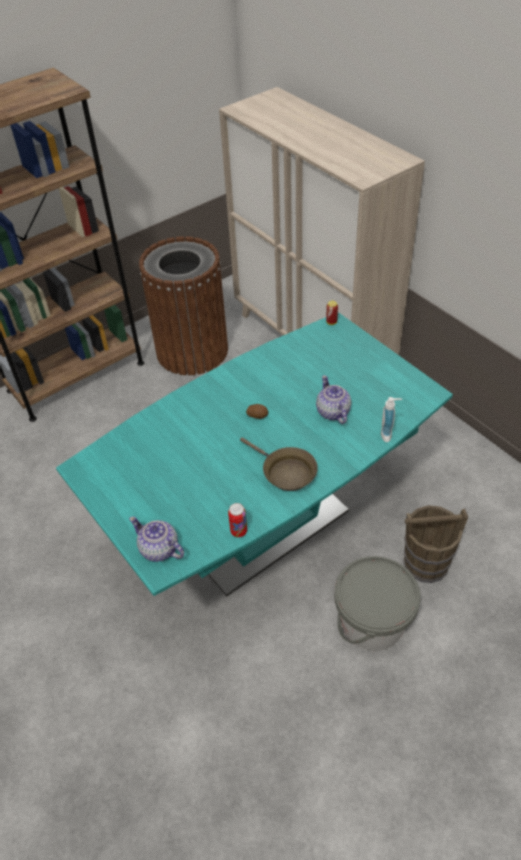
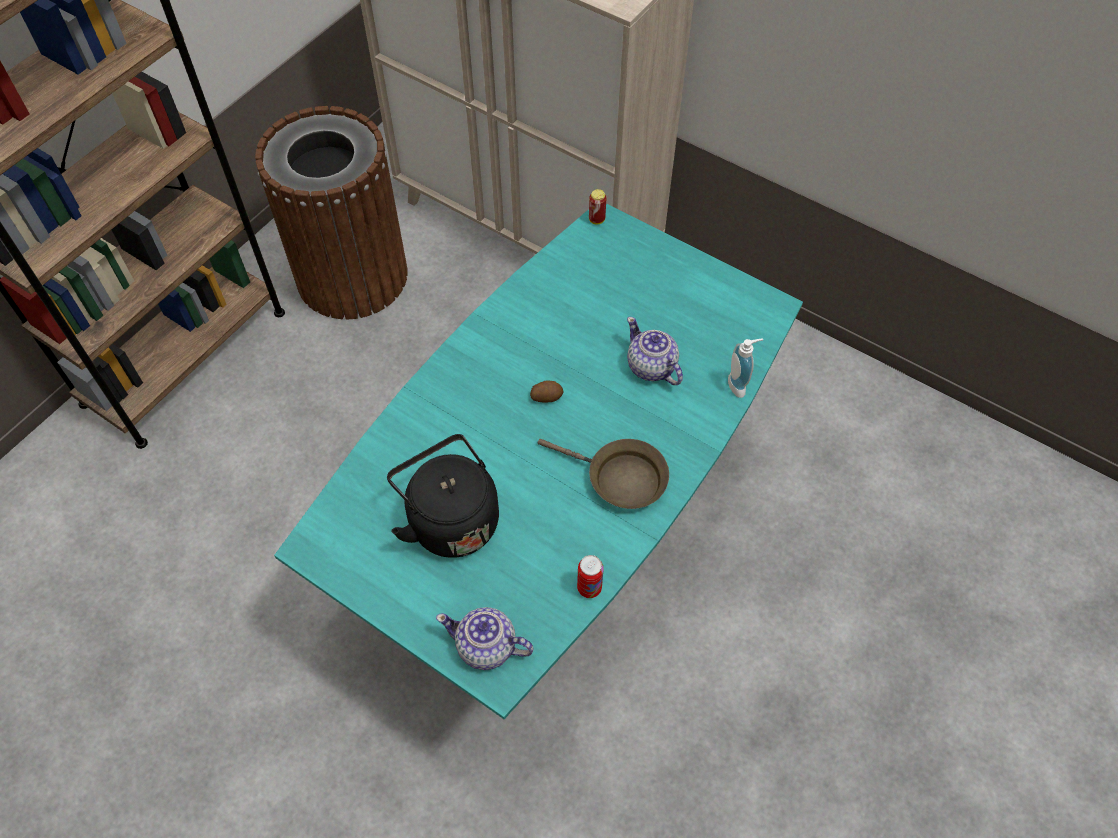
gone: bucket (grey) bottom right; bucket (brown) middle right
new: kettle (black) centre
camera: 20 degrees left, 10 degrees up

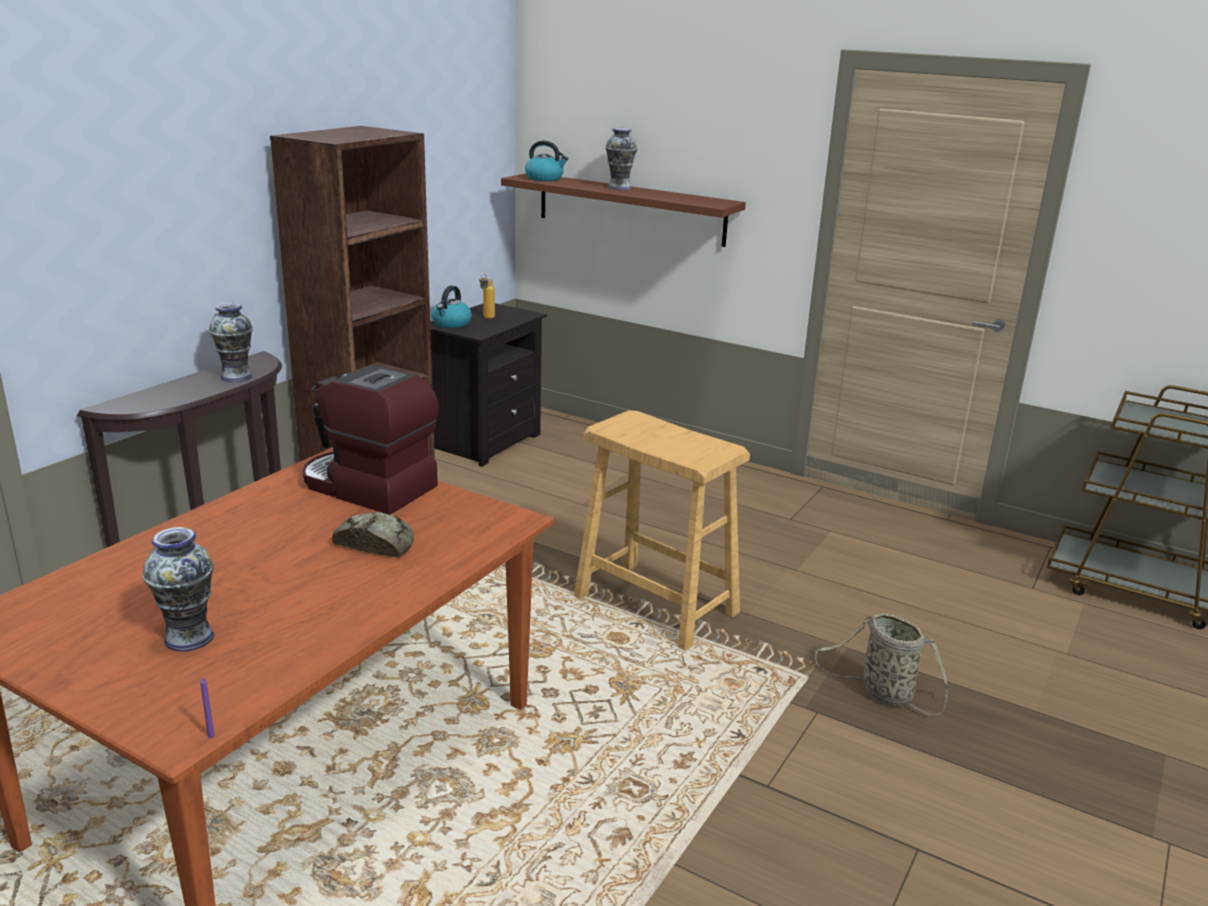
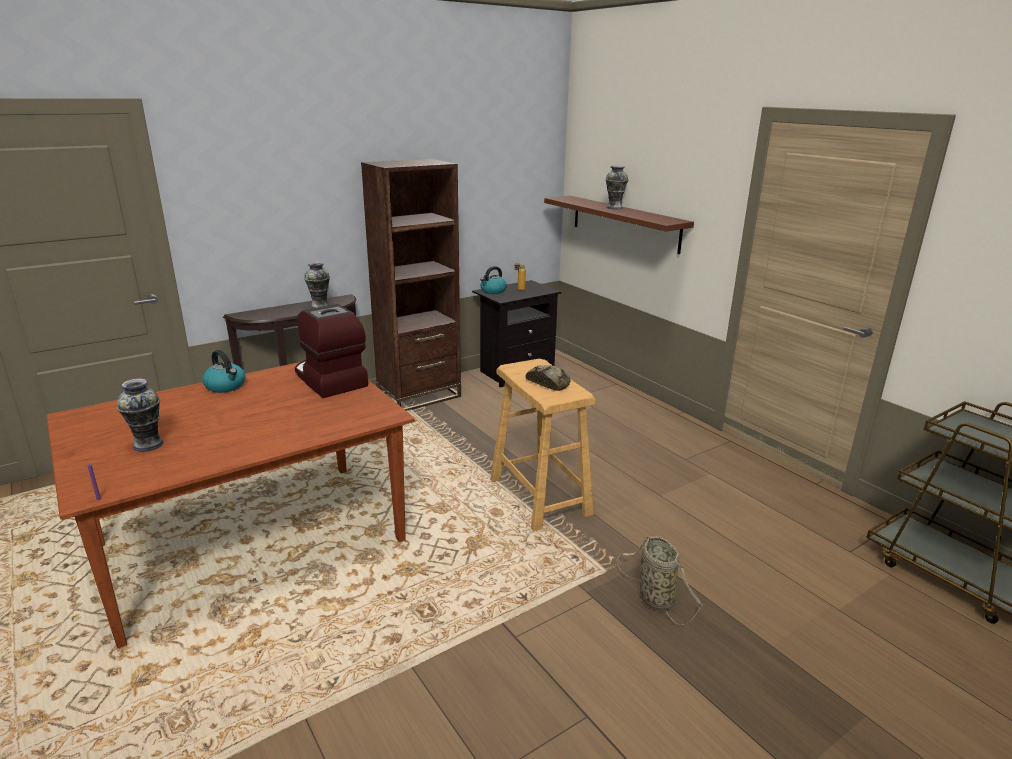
shifted: bread middle left to centre; kettle (no. 2 from left in the first image) top centre to kettle (no. 1 from left) middle left
camera: 25 degrees right, 0 degrees up

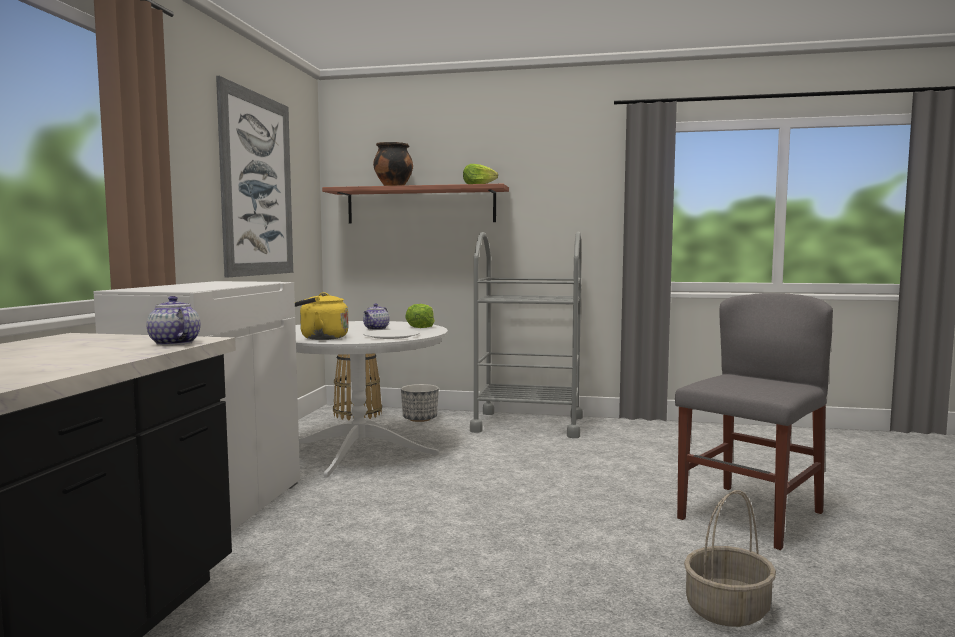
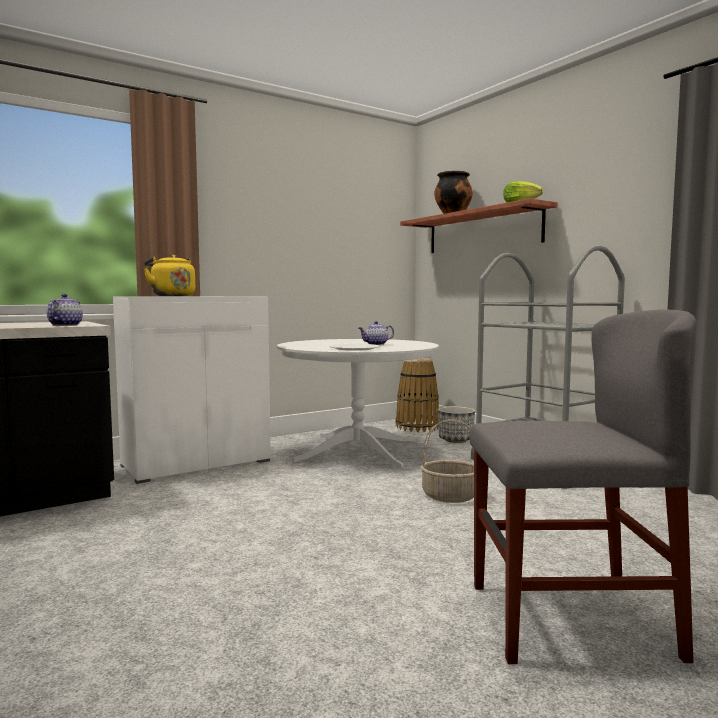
gone: picture top left; lettuce (no. 1 from left) centre
shifted: kettle (yellow) centre to middle left; basket (no. 2 from left) bottom right to centre
camera: 45 degrees right, 0 degrees up

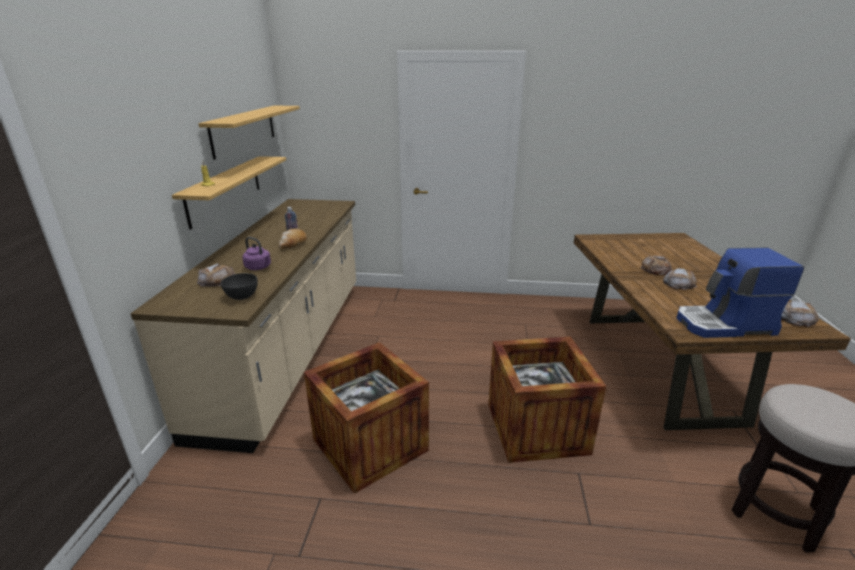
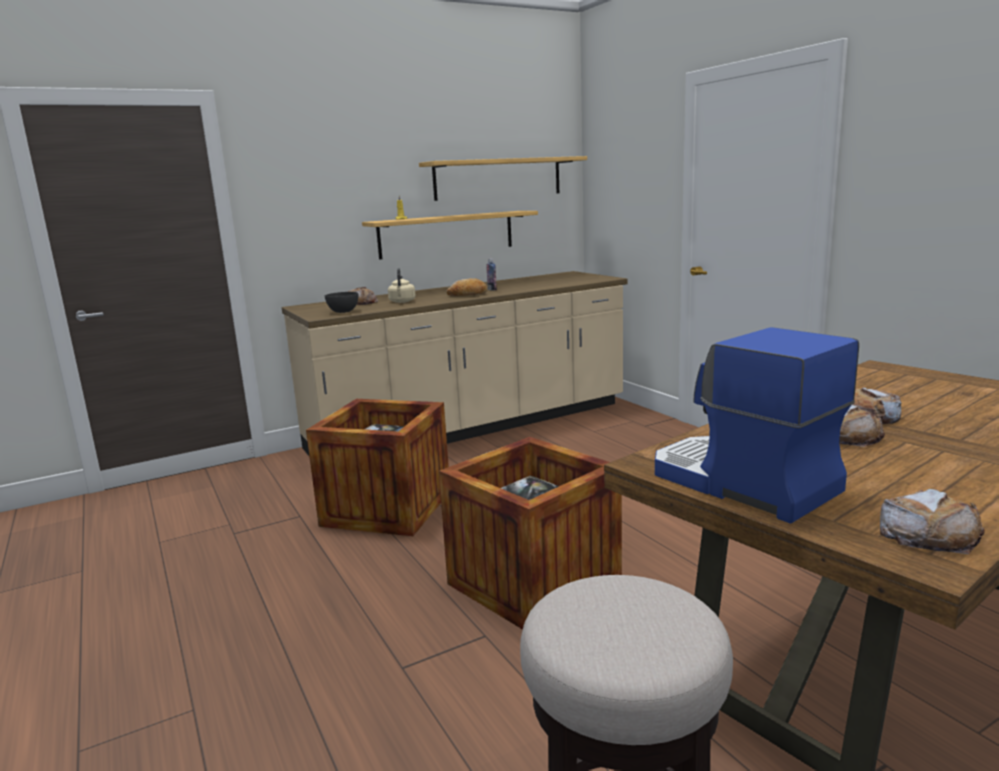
repainted: kettle (purple) middle left to kettle (beige) centre
camera: 55 degrees right, 10 degrees down

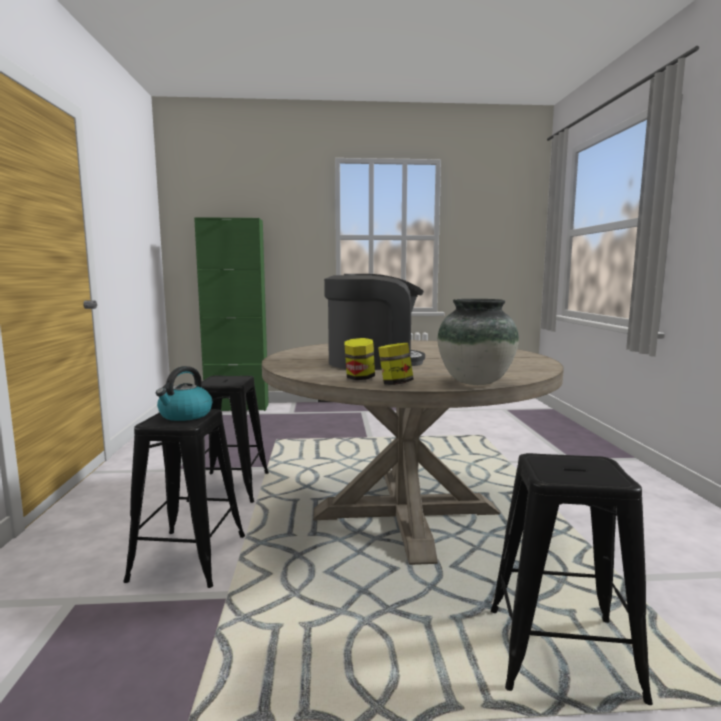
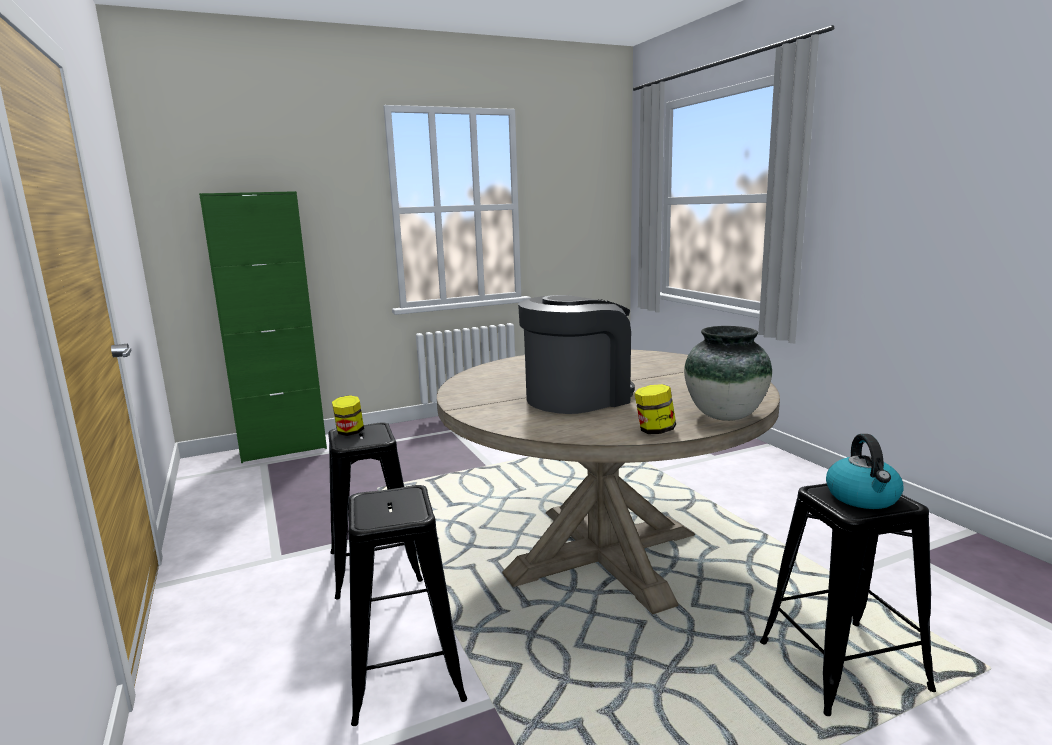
shifted: kettle middle left to middle right; jar (no. 1 from left) centre to middle left
camera: 20 degrees left, 5 degrees up

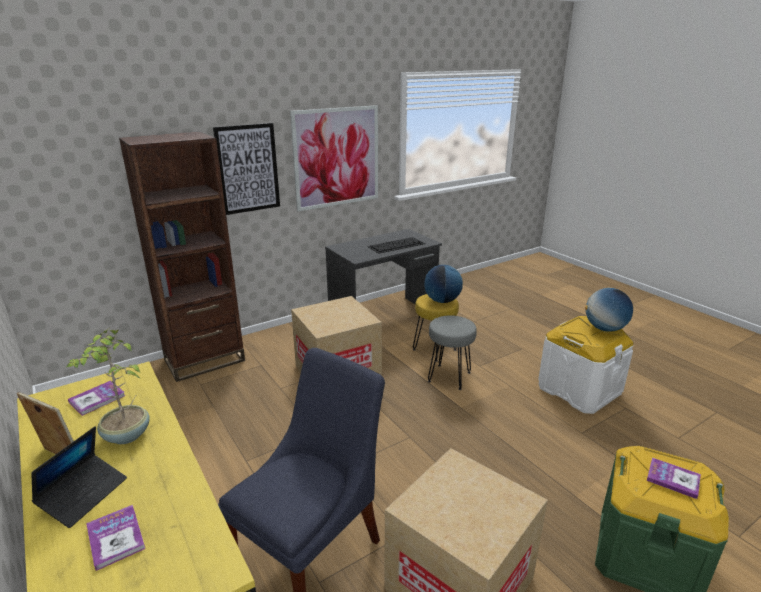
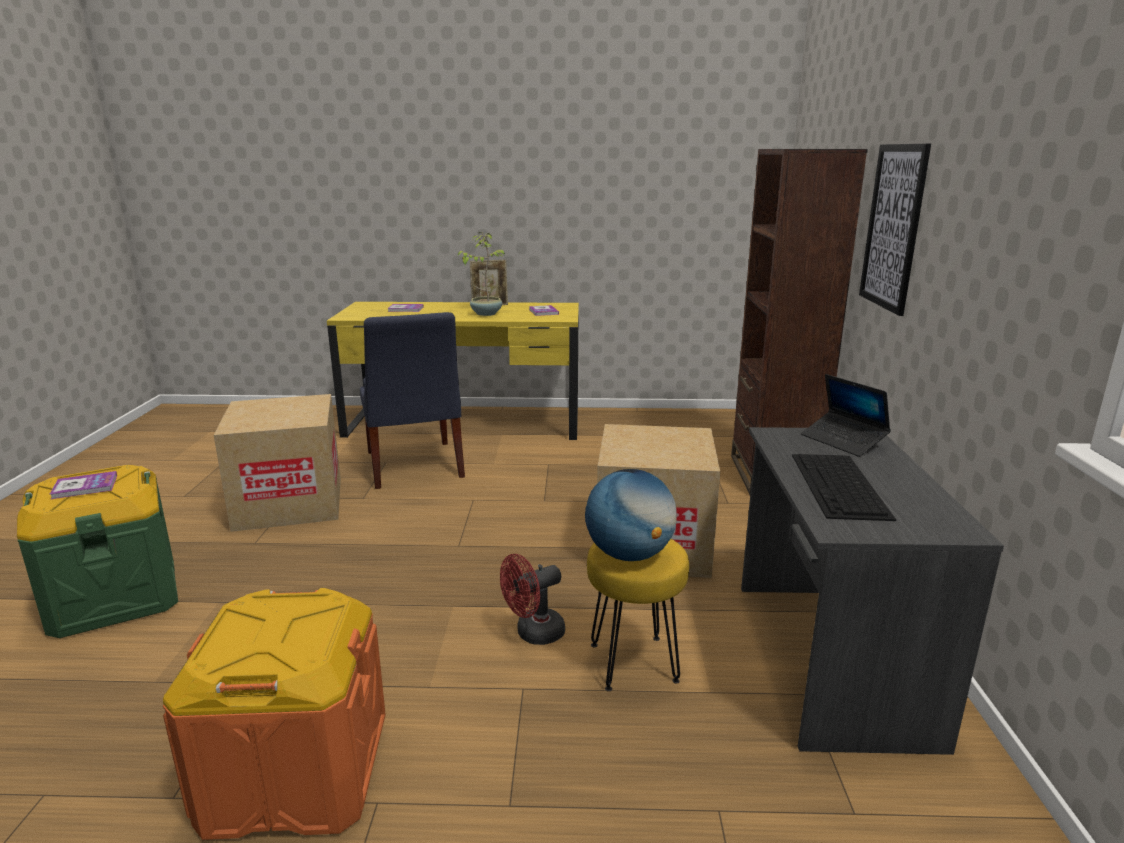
gone: picture (no. 2 from left) top centre; globe (no. 2 from left) middle right
shifted: laptop bottom left to middle right
swapped: stool (grey) centre to fan (red) bottom centre
repainted: storage box (white) middle right to storage box (orange) bottom left
camera: 125 degrees right, 5 degrees down

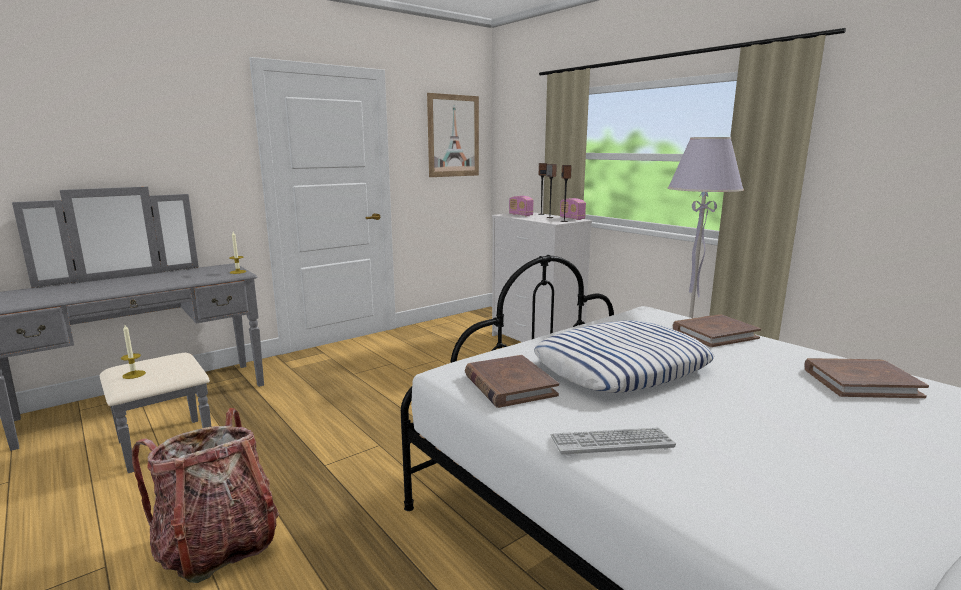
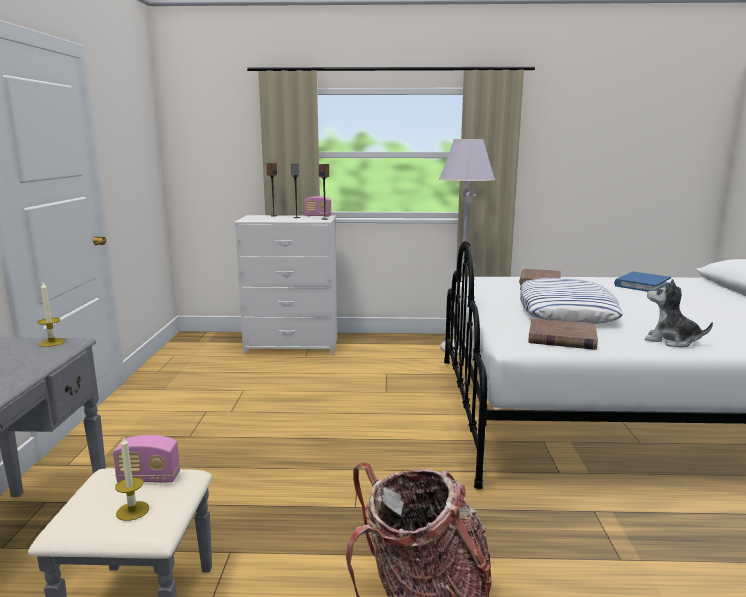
gone: picture top centre
shifted: radio (no. 1 from left) centre to bottom left
swapped: keyboard bottom centre to plush toy middle right
repainted: book (brown) (no. 3 from left) middle right to book (blue) middle right
camera: 50 degrees left, 0 degrees up

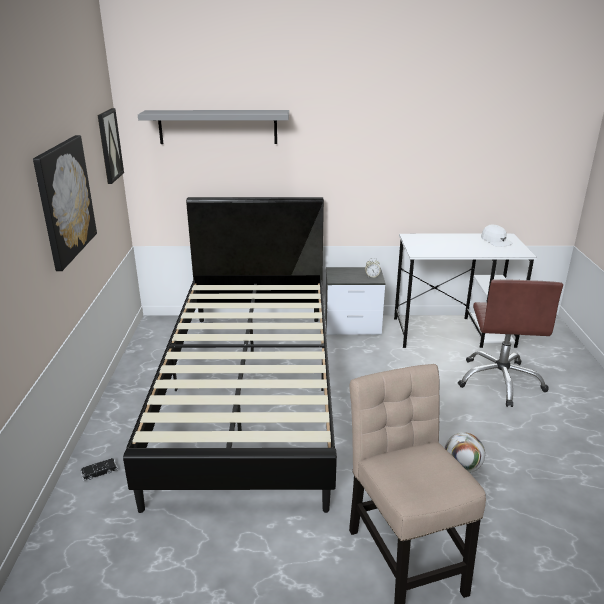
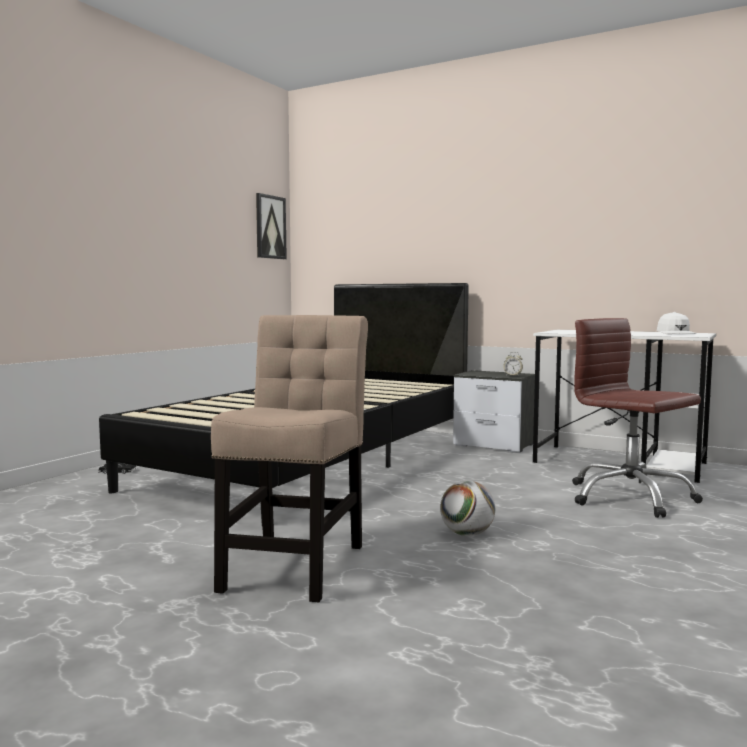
gone: picture (no. 1 from left) middle left; shelf (grey) top centre
rotated: office chair (brown) middle right = middle right 105 degrees clockwise
camera: 30 degrees right, 20 degrees down

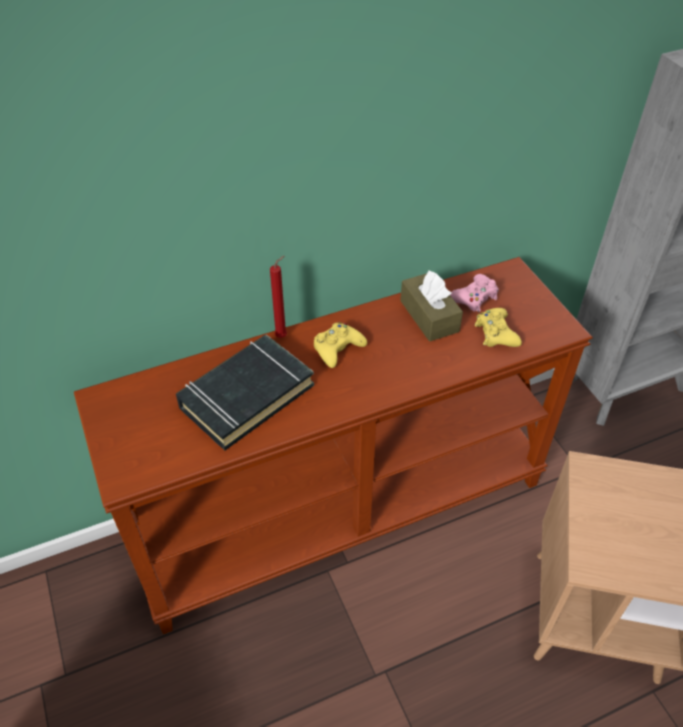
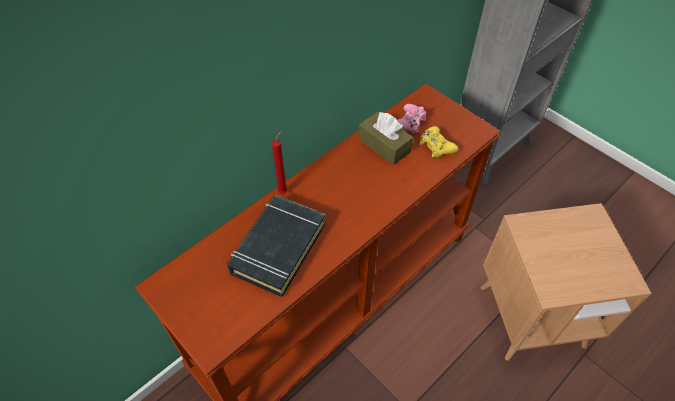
gone: game controller (yellow) (no. 1 from left) centre
camera: 20 degrees left, 5 degrees up

